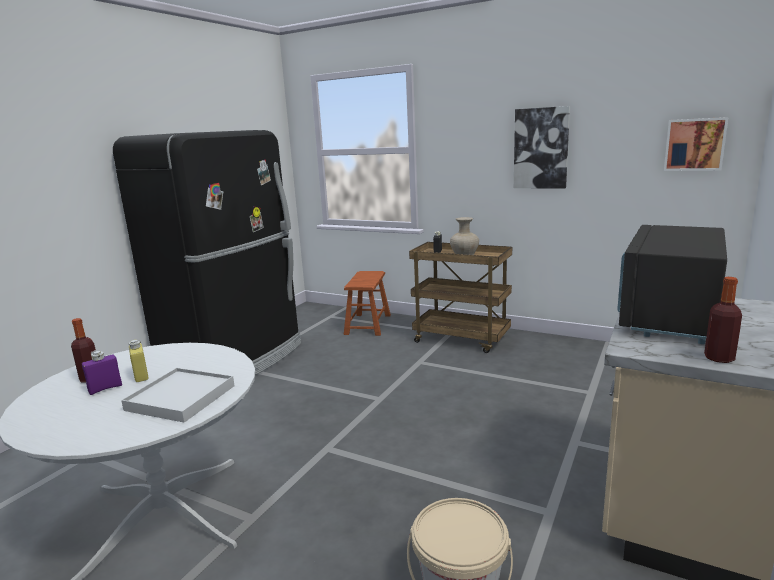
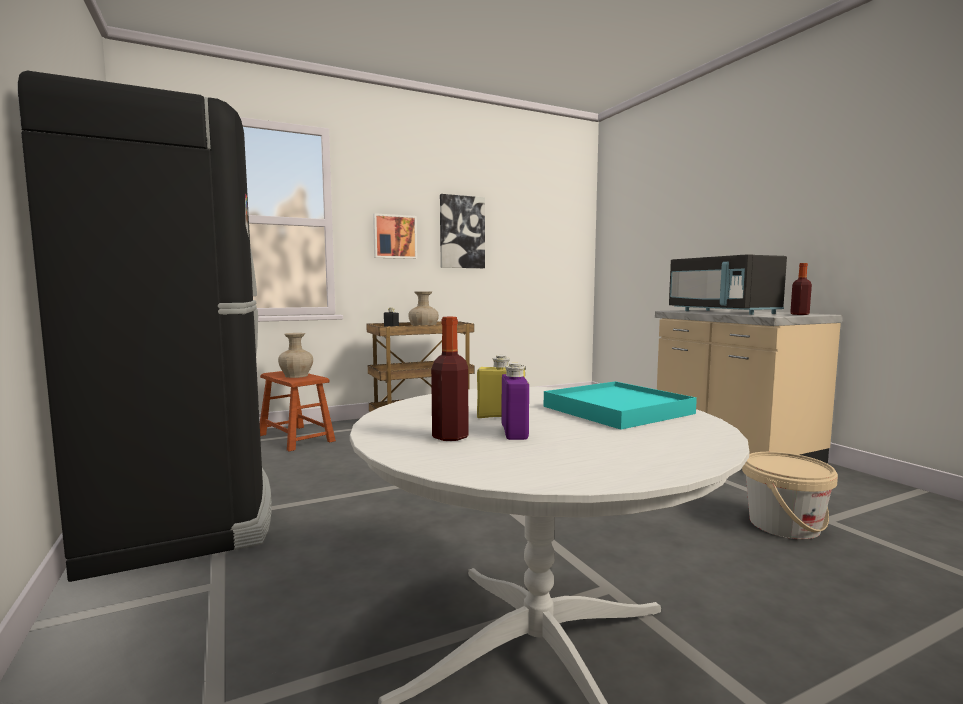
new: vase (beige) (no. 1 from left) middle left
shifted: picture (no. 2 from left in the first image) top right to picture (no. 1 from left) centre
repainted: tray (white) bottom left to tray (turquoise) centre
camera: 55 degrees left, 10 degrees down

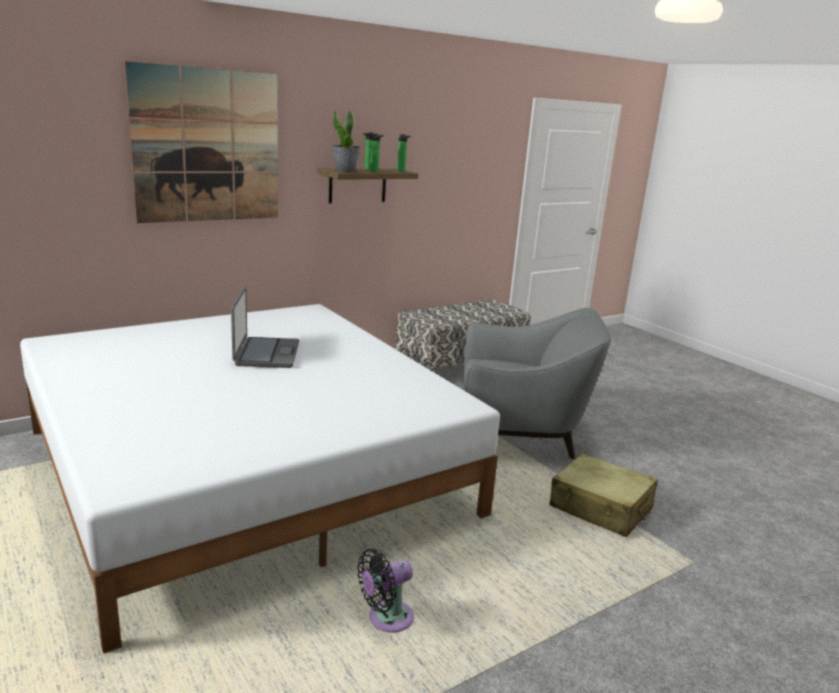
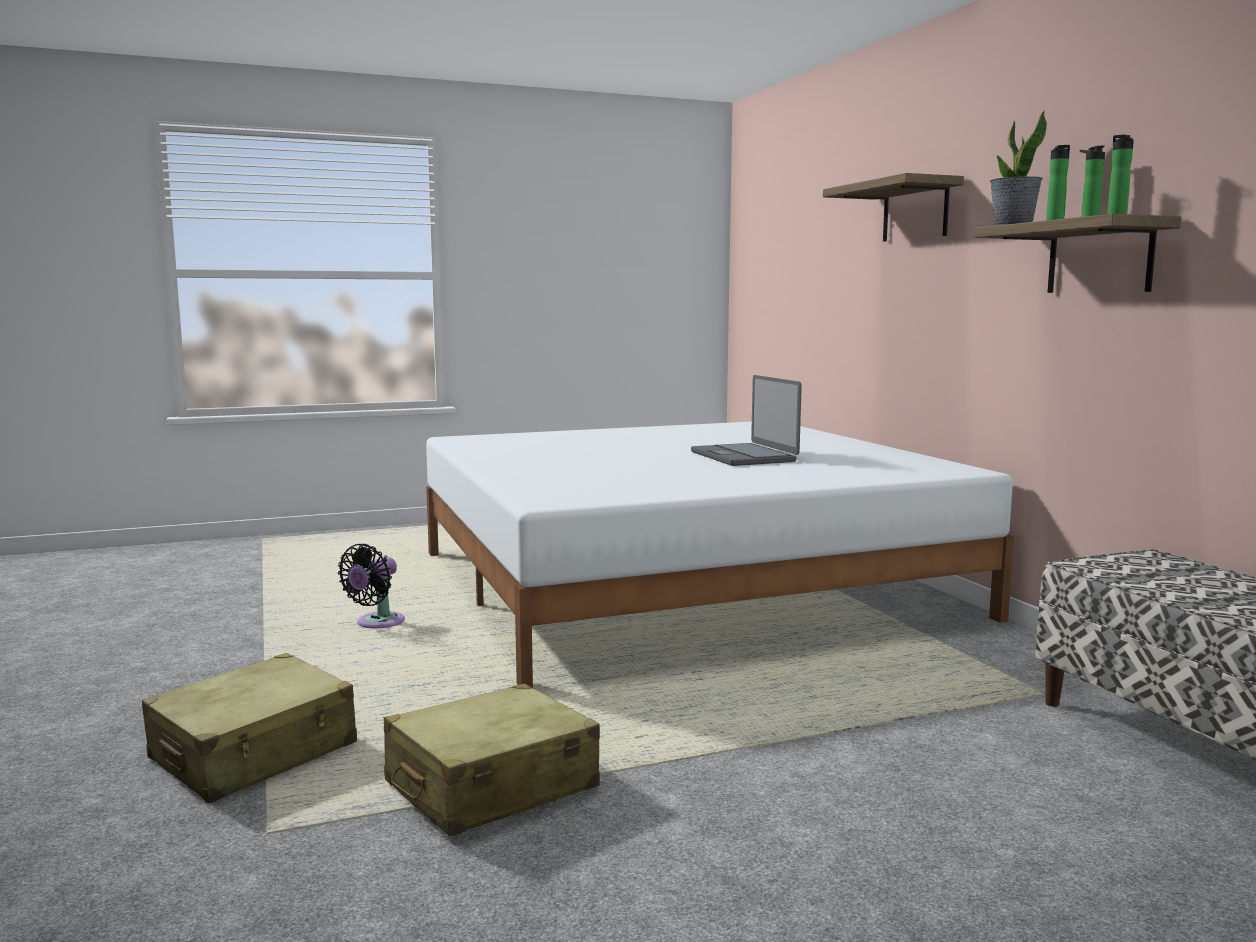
gone: armchair (grey) centre
new: suitcase (beige) (no. 1 from left) bottom left
swapped: picture top left to shelf (no. 1 from left) top right
rotated: laptop middle left = centre 60 degrees clockwise; fan (black) bottom centre = middle left 135 degrees counterclockwise
camera: 105 degrees right, 10 degrees down

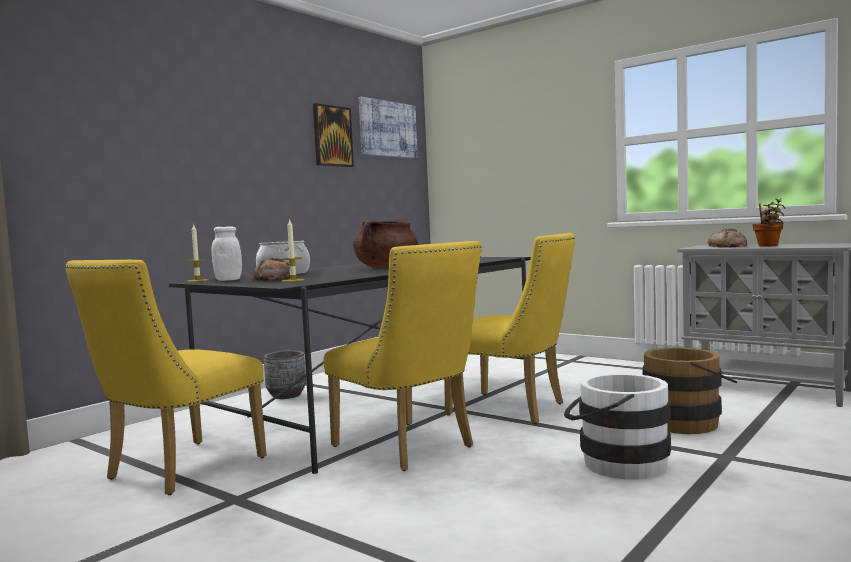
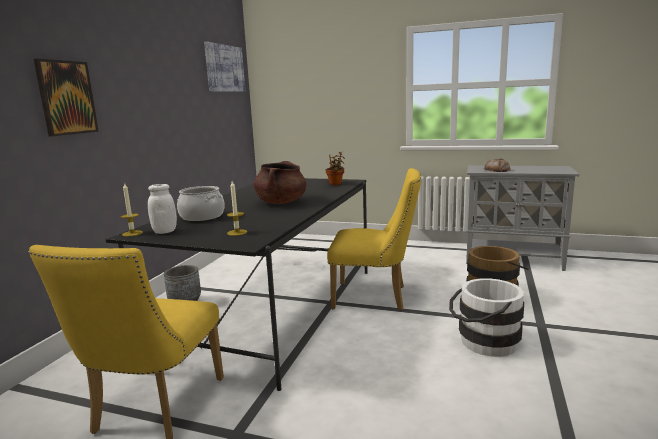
gone: bread (no. 1 from left) middle left; chair (yellow) (no. 2 from left) centre
shifted: picture (no. 1 from left) top centre to top left; potted plant middle right to centre
camera: 20 degrees left, 10 degrees up

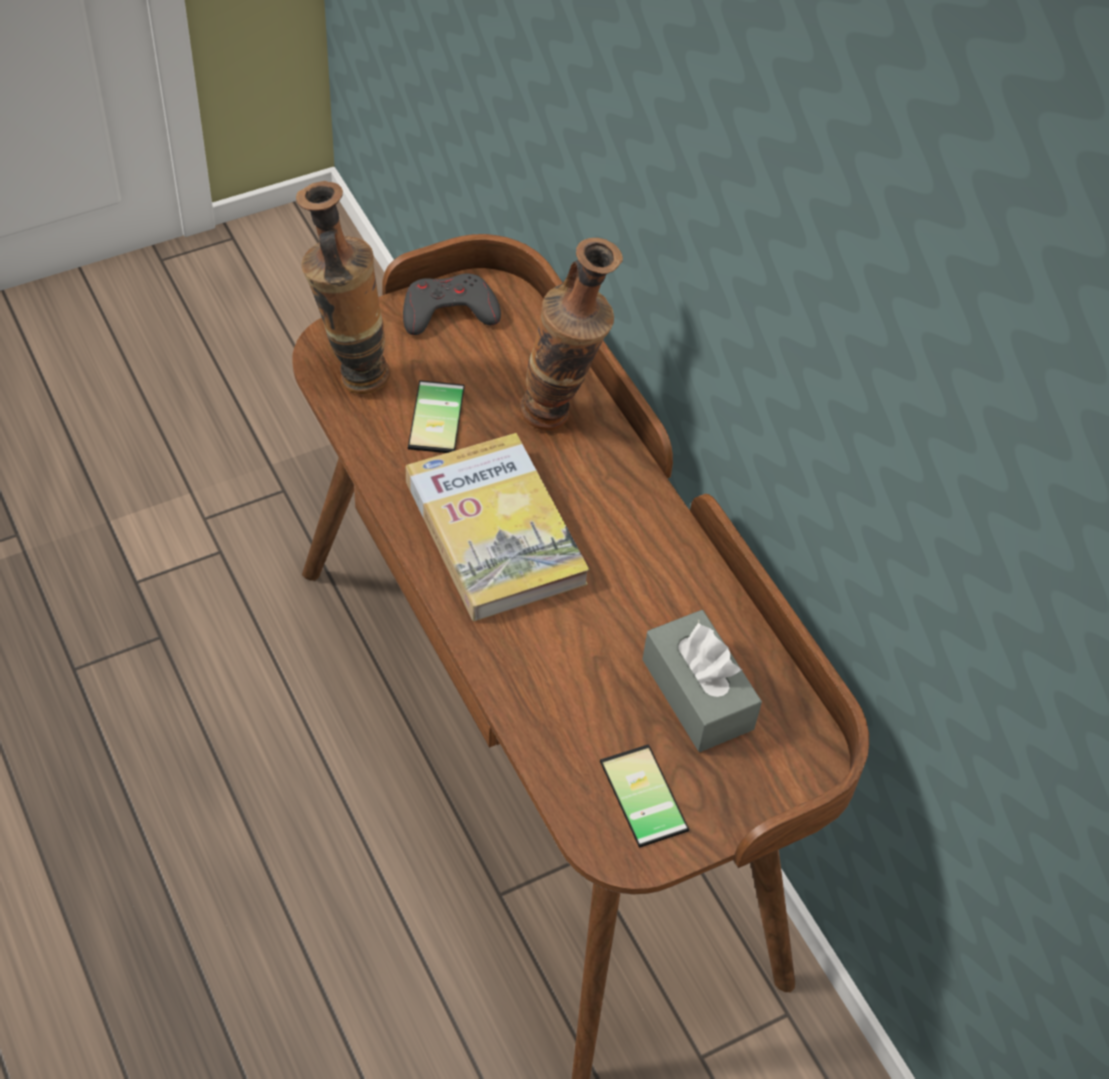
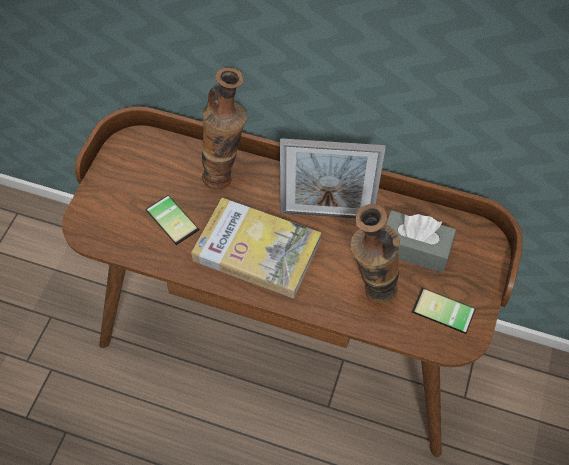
gone: game controller (grey) top centre
new: picture frame centre
shifted: vase (no. 1 from left in the first image) top left to vase (no. 2 from left) centre
camera: 40 degrees left, 5 degrees up

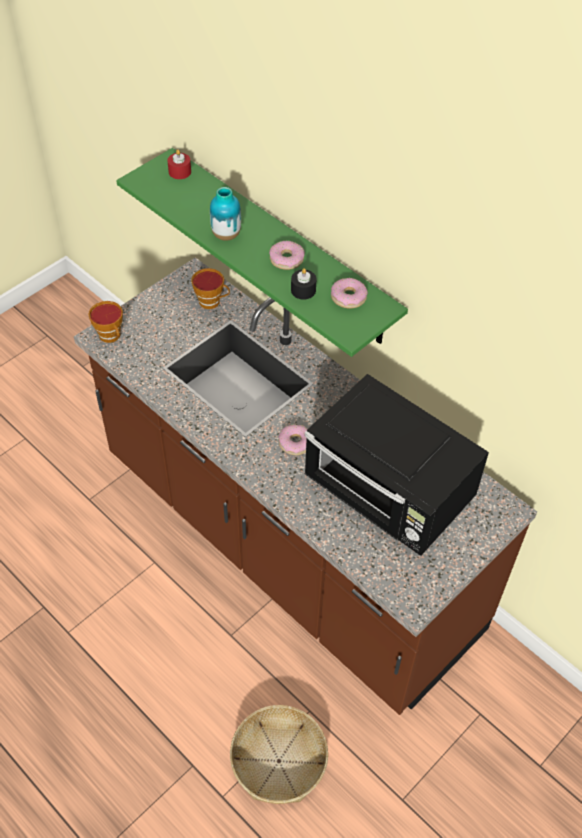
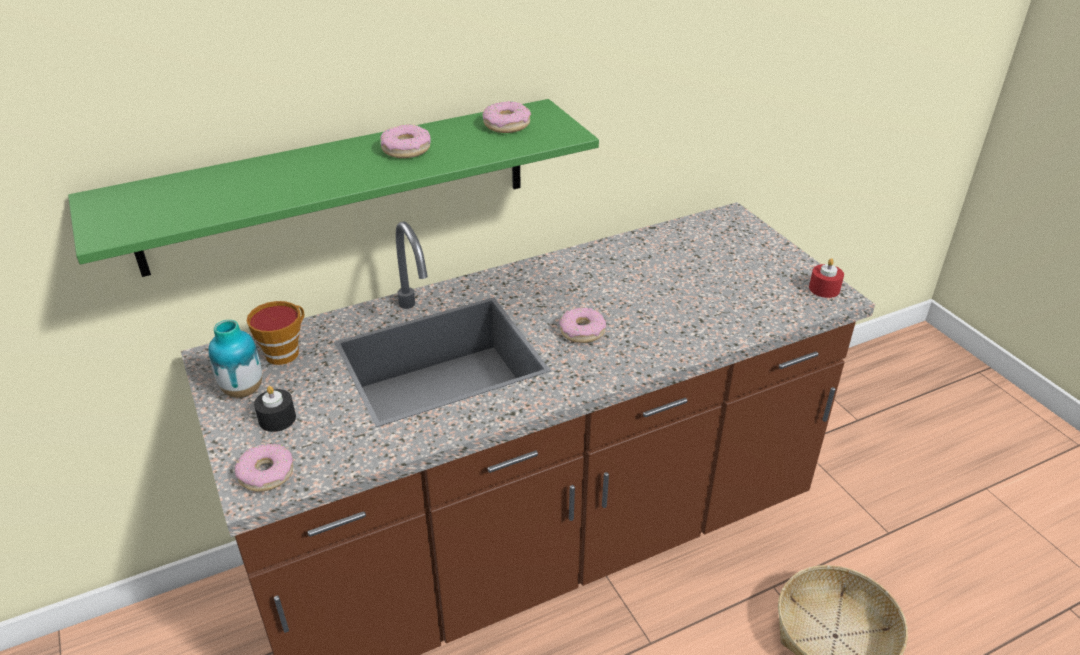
gone: microwave (black) middle right
shifted: candle (red) top left to middle right; vase top centre to middle left; candle (black) centre to middle left
swapped: cup (no. 1 from left) middle left to donut (no. 1 from left) bottom left
camera: 70 degrees left, 15 degrees down

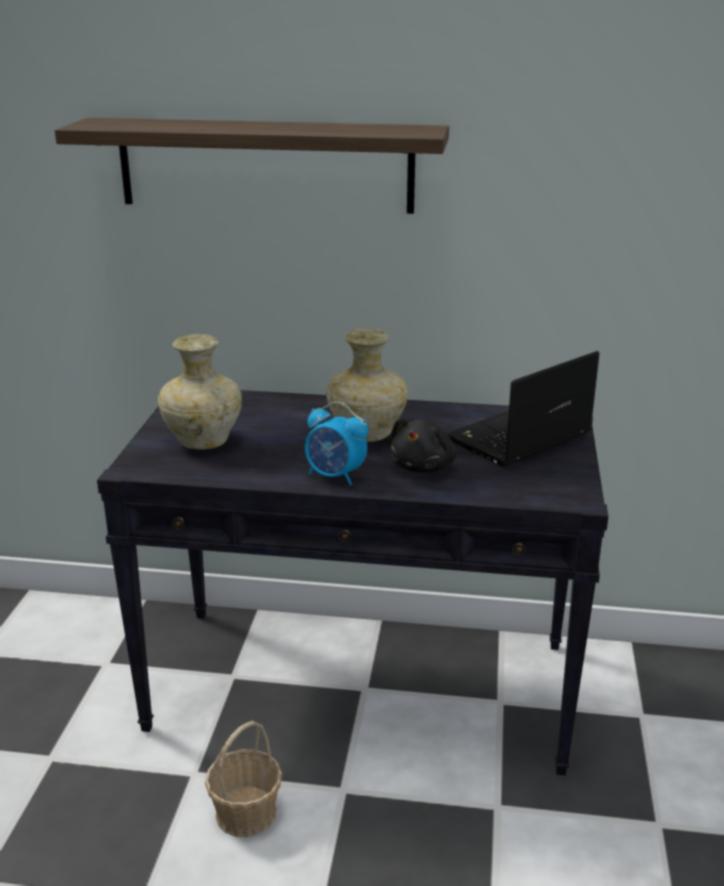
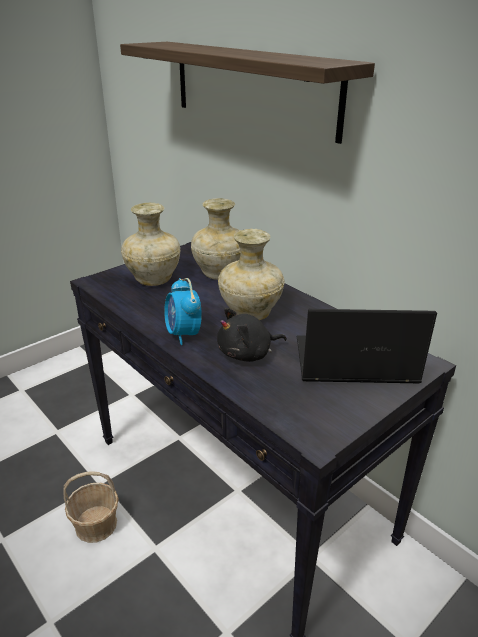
new: vase (beige) (no. 2 from left) centre
camera: 40 degrees right, 5 degrees up

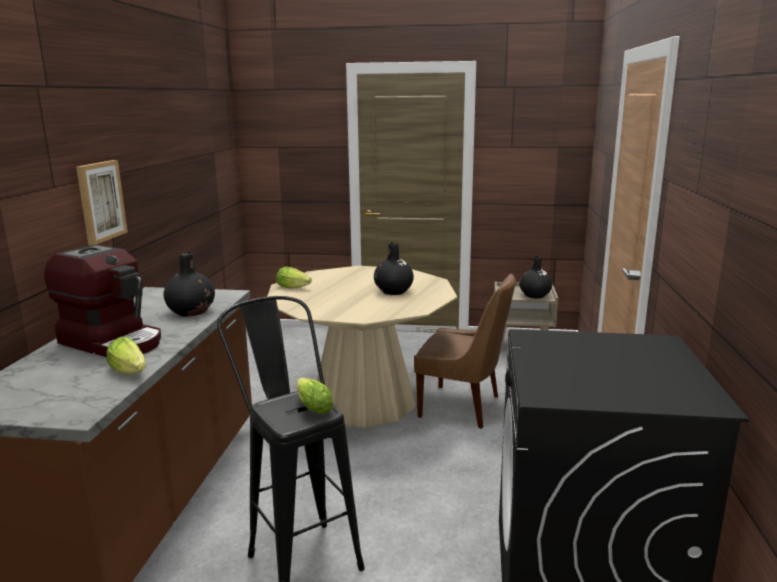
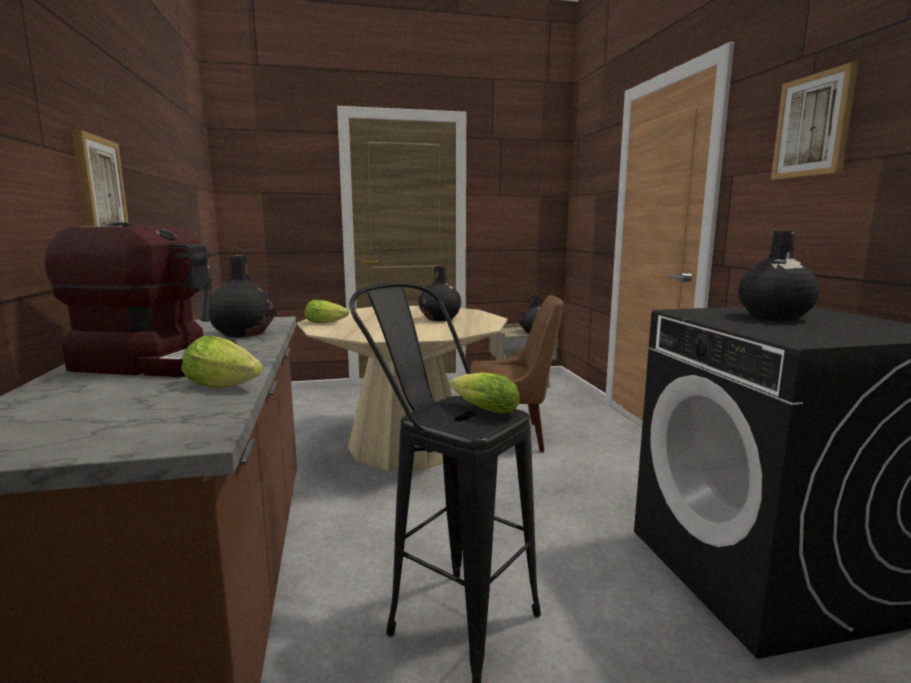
new: vase (black) (no. 4 from left) middle right; picture (no. 2 from left) top right
camera: 20 degrees left, 5 degrees down

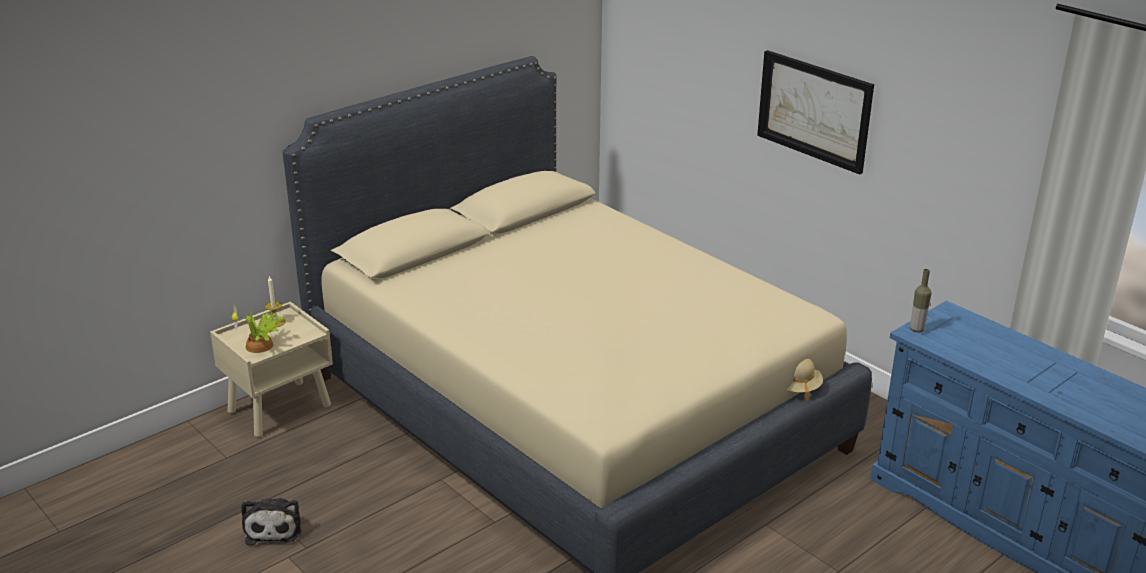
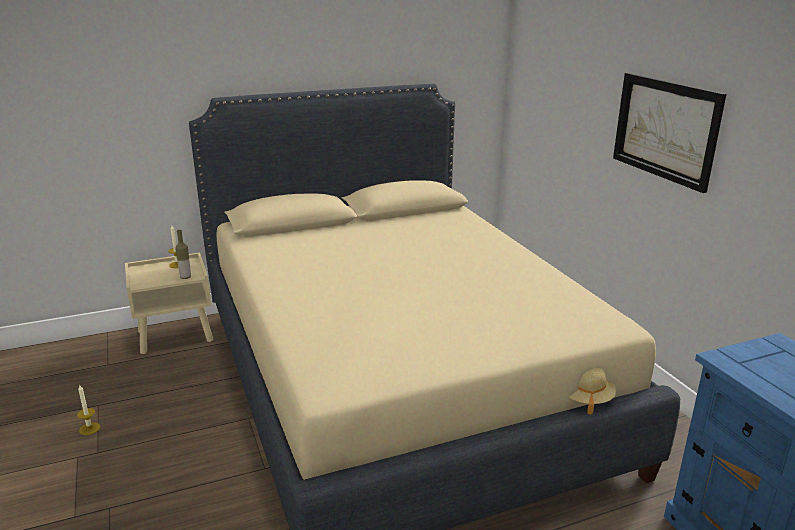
gone: potted plant middle left
shifted: bottle middle right to middle left
swapped: plush toy bottom left to candle (no. 1 from left) bottom left
camera: 20 degrees right, 5 degrees down

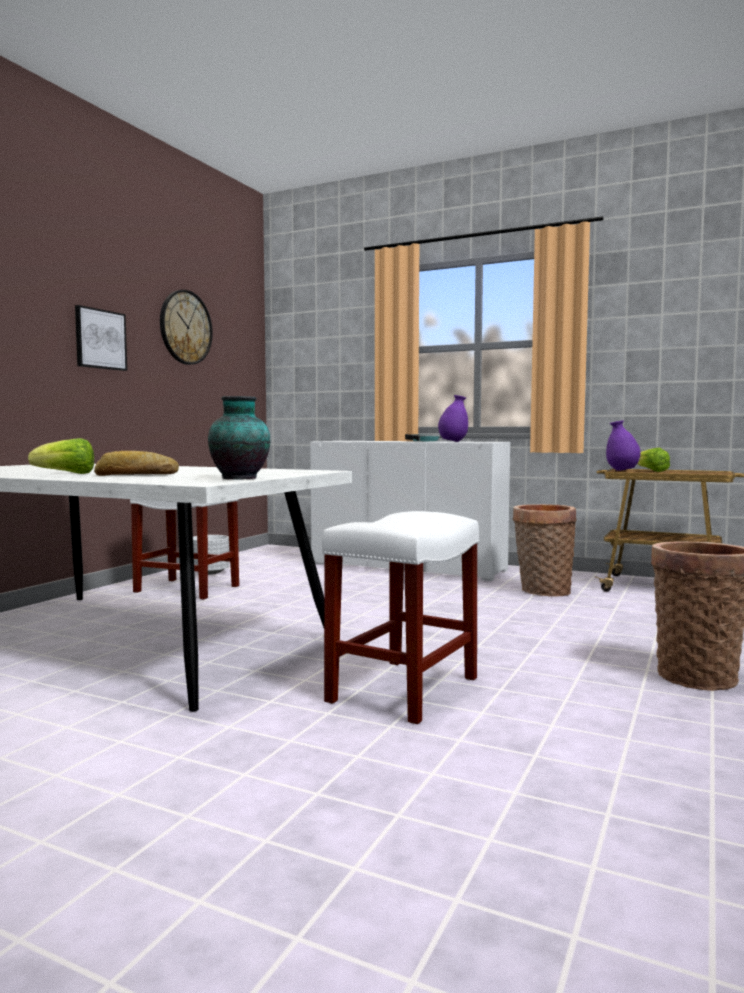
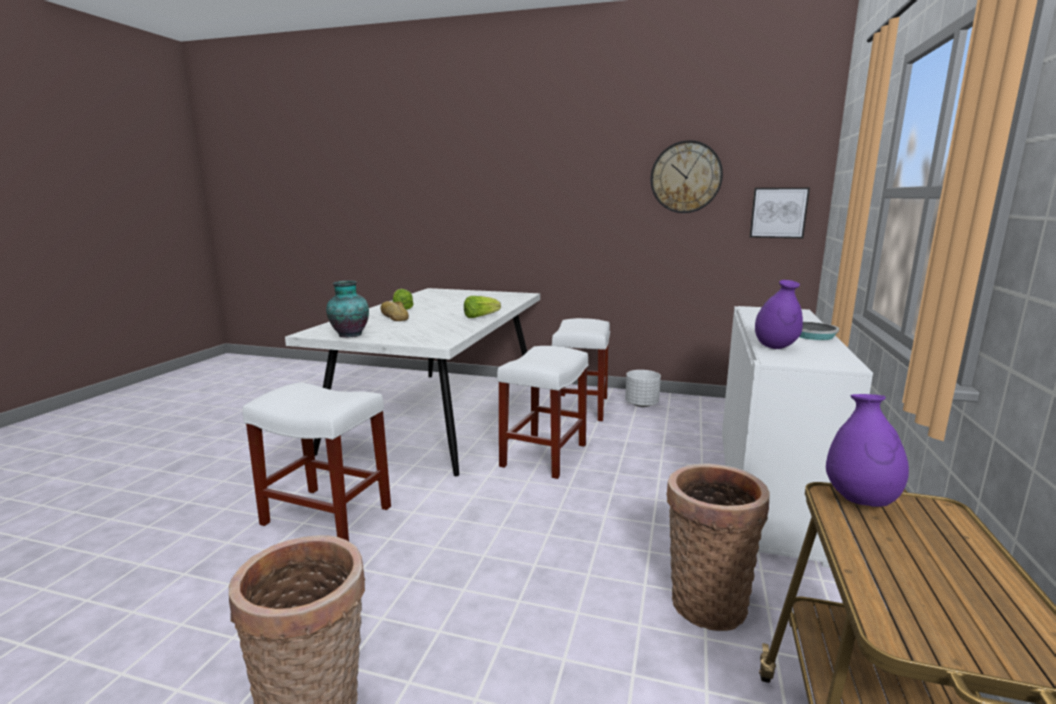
new: stool (white) (no. 2 from left) centre
shifted: picture middle left to top right; lettuce (no. 2 from left) middle right to centre
camera: 80 degrees right, 10 degrees up

